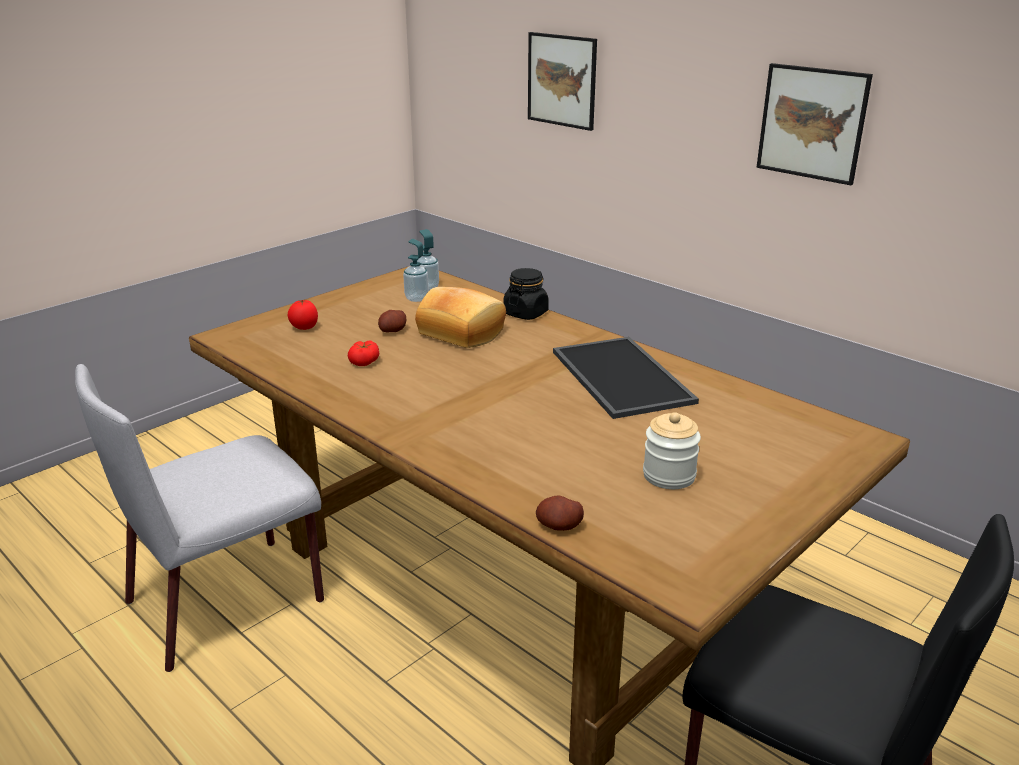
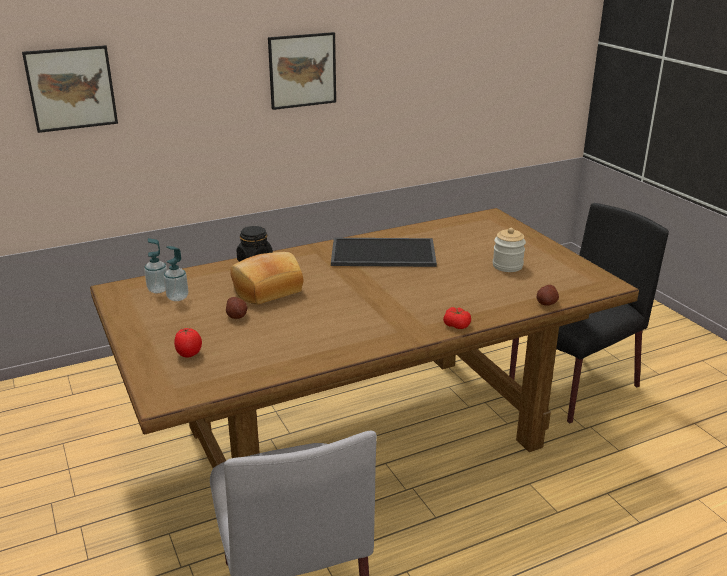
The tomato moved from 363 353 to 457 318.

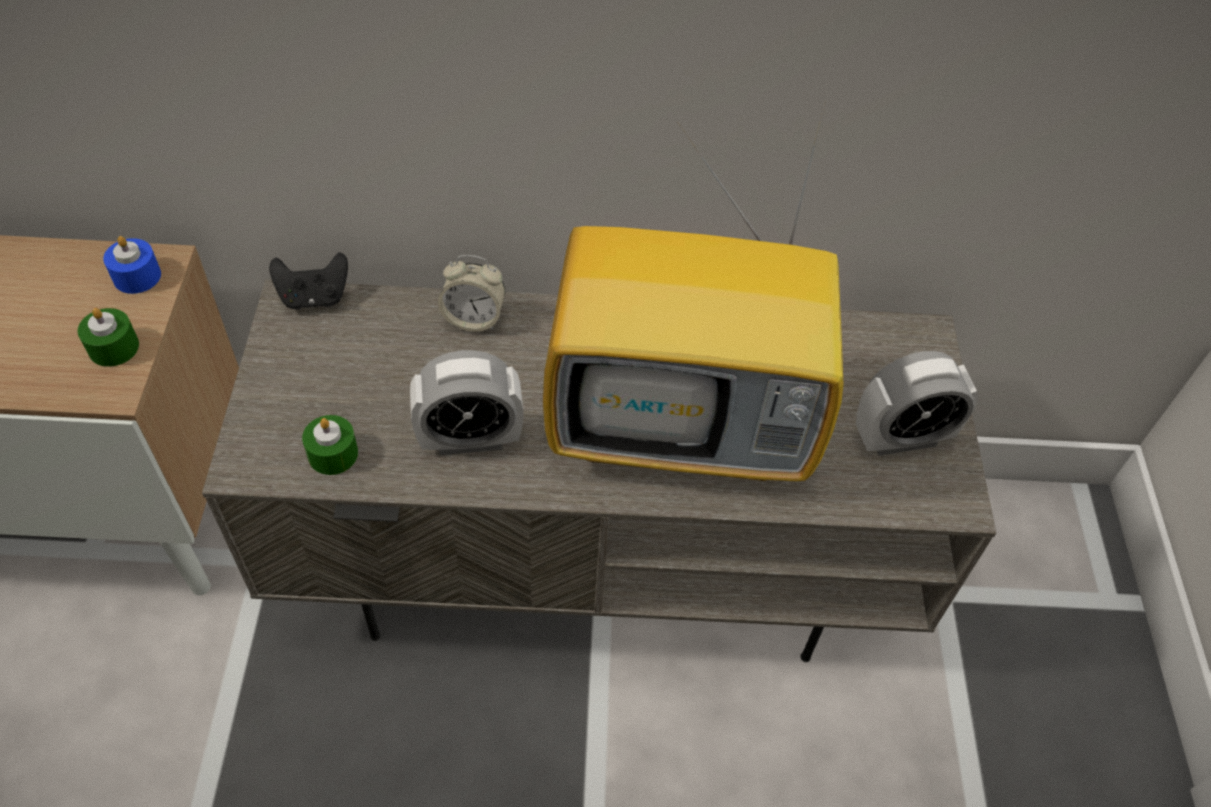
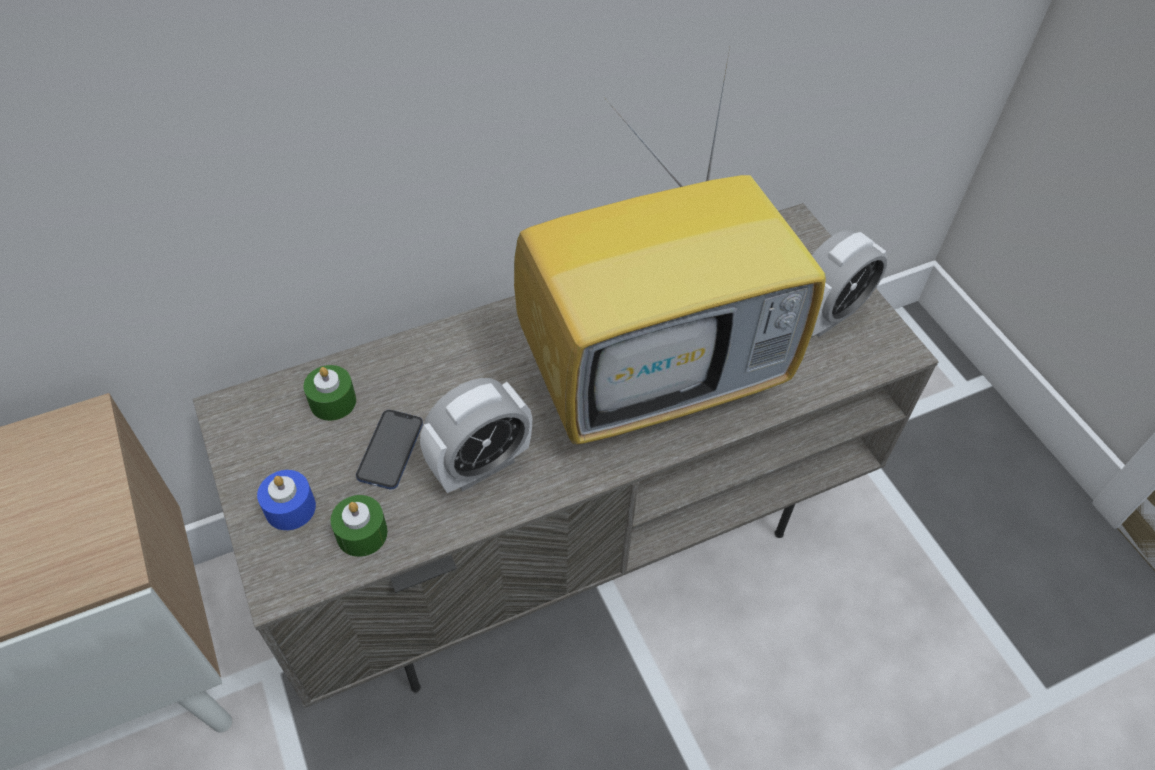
The blue candle moved from 132 265 to 286 500.
The green candle moved from 108 337 to 329 393.
The phone at 389 450 appeared.
The black game controller at 308 281 disappeared.
The alarm clock at 471 293 disappeared.

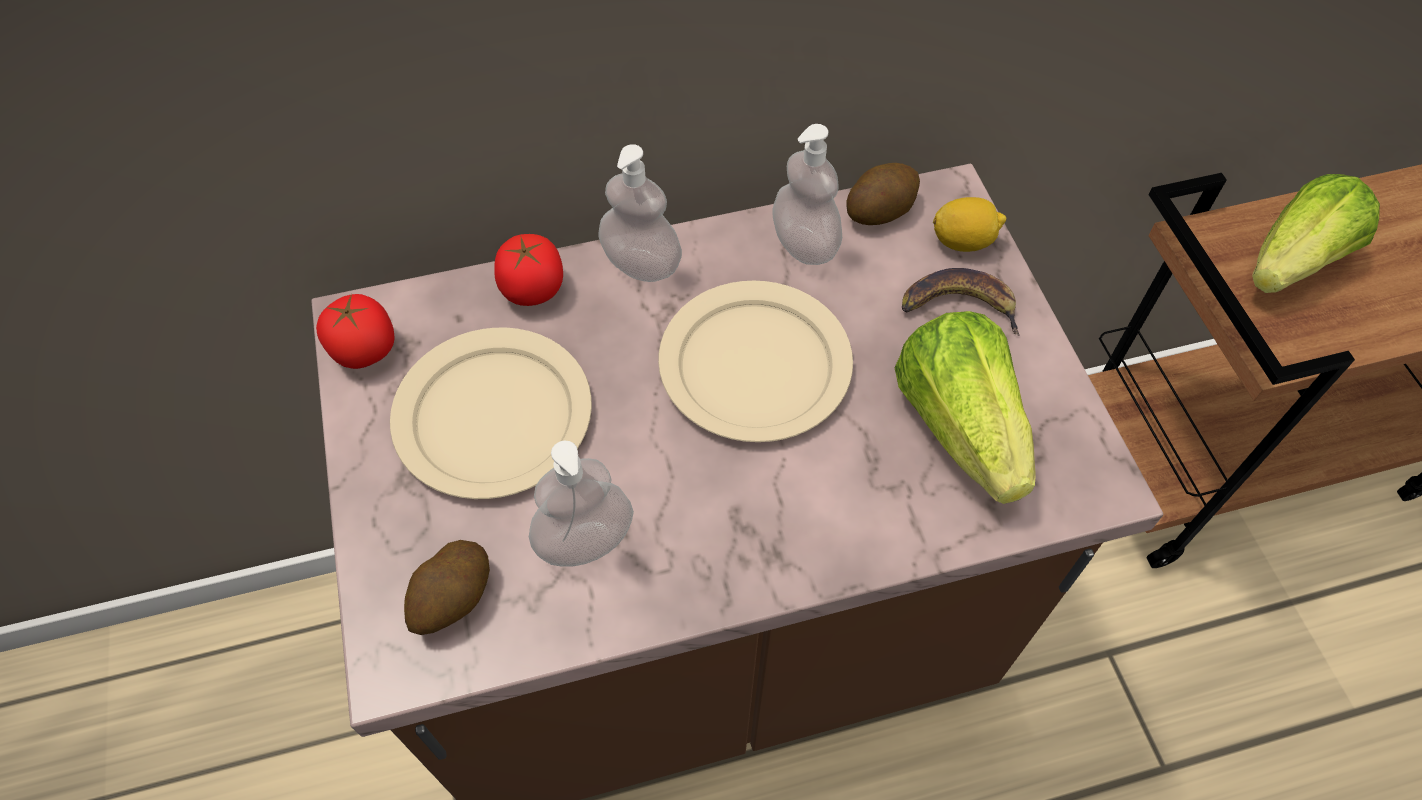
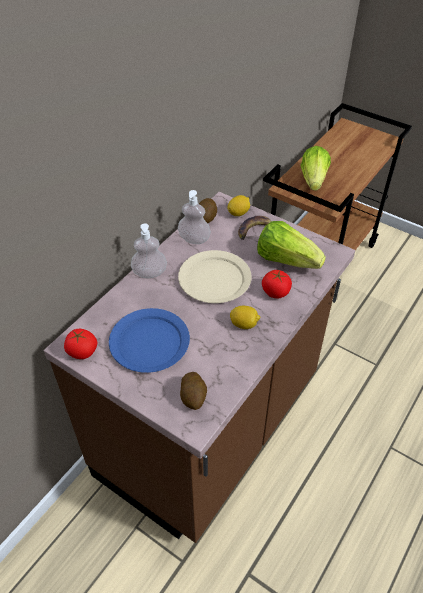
The beige plate at 491 413 became the blue plate at 149 340.
The lemon at 245 317 appeared.
The tomato moved from 528 270 to 277 284.
The soap dispenser at 581 503 disappeared.

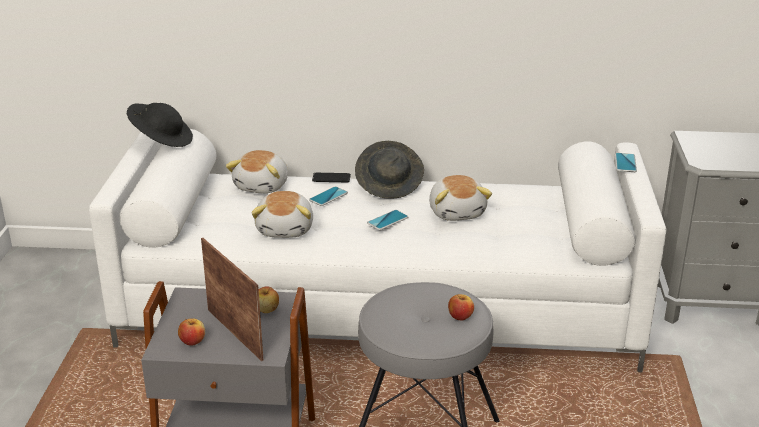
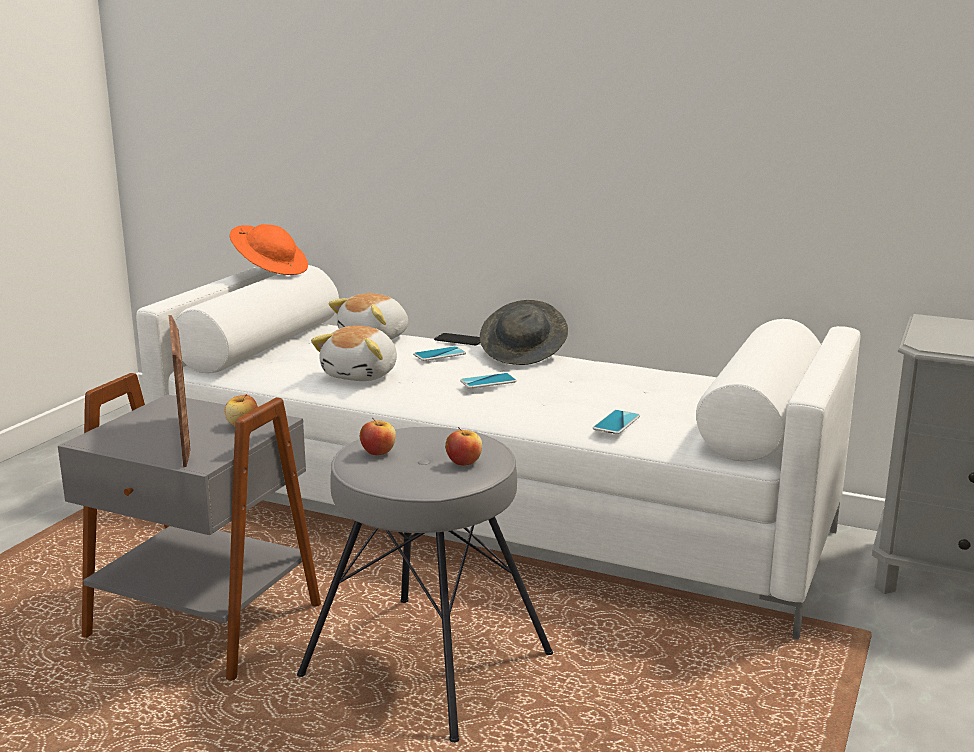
The black hat at 160 125 became the orange hat at 269 249.
The apple moved from 191 332 to 378 436.
The phone moved from 626 162 to 616 422.
The plush toy at 460 198 disappeared.

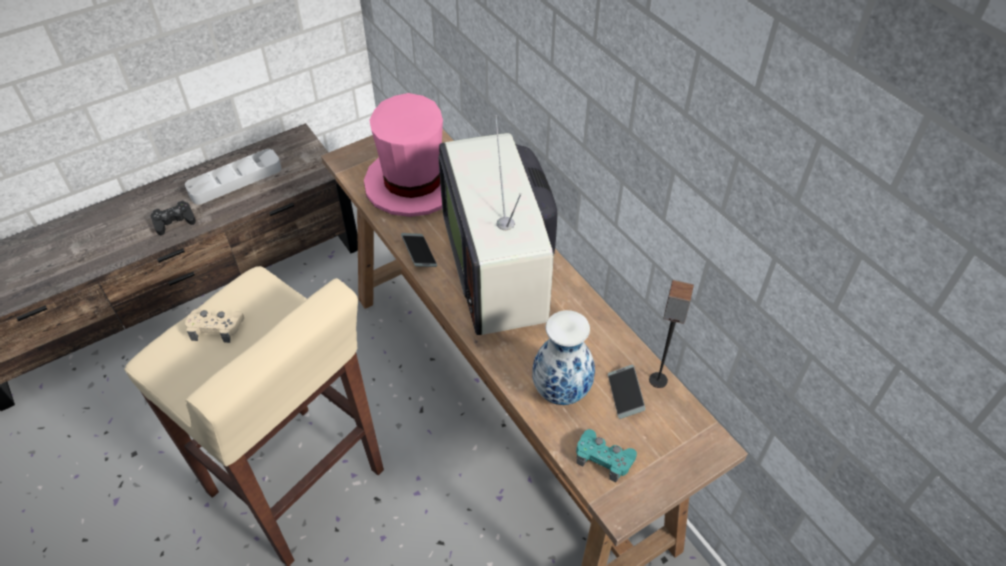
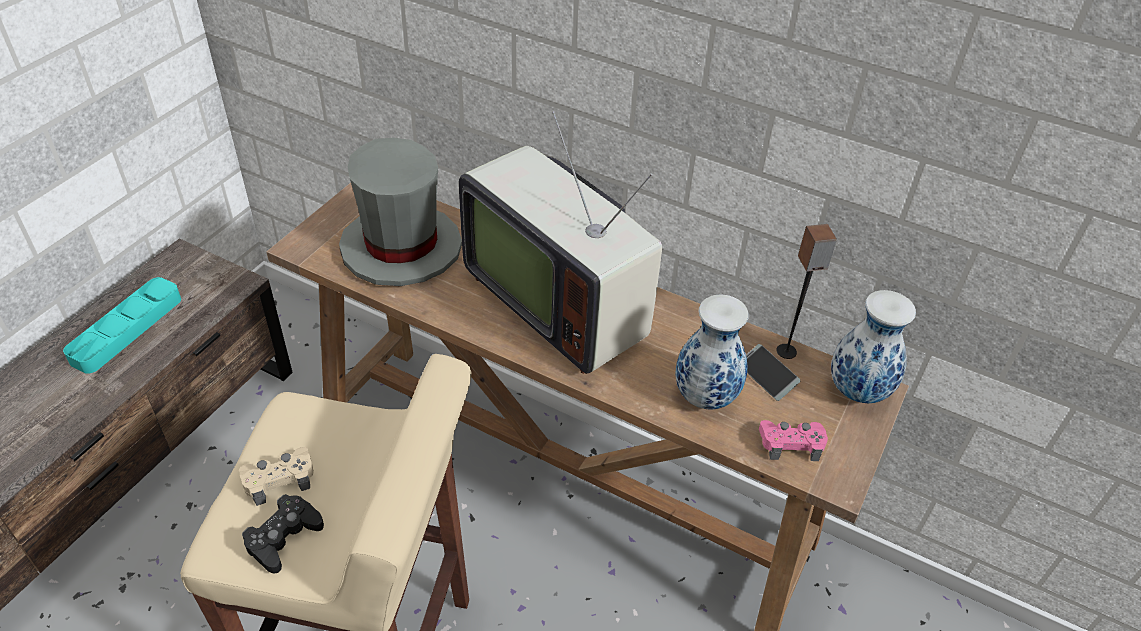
The grey tray at 233 177 became the turquoise tray at 122 325.
The black game controller moved from 173 217 to 283 533.
The pink hat at 403 155 became the grey hat at 400 212.
The turquoise game controller at 606 455 became the pink game controller at 793 440.
The vase at 873 346 appeared.
The phone at 419 250 disappeared.

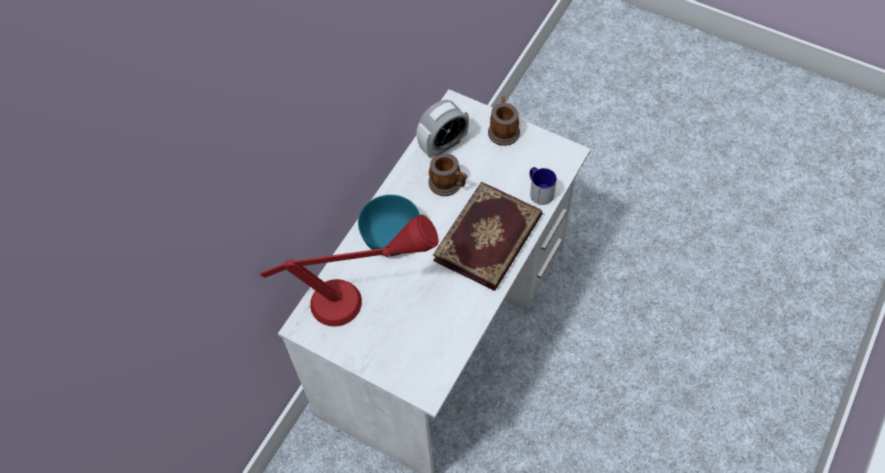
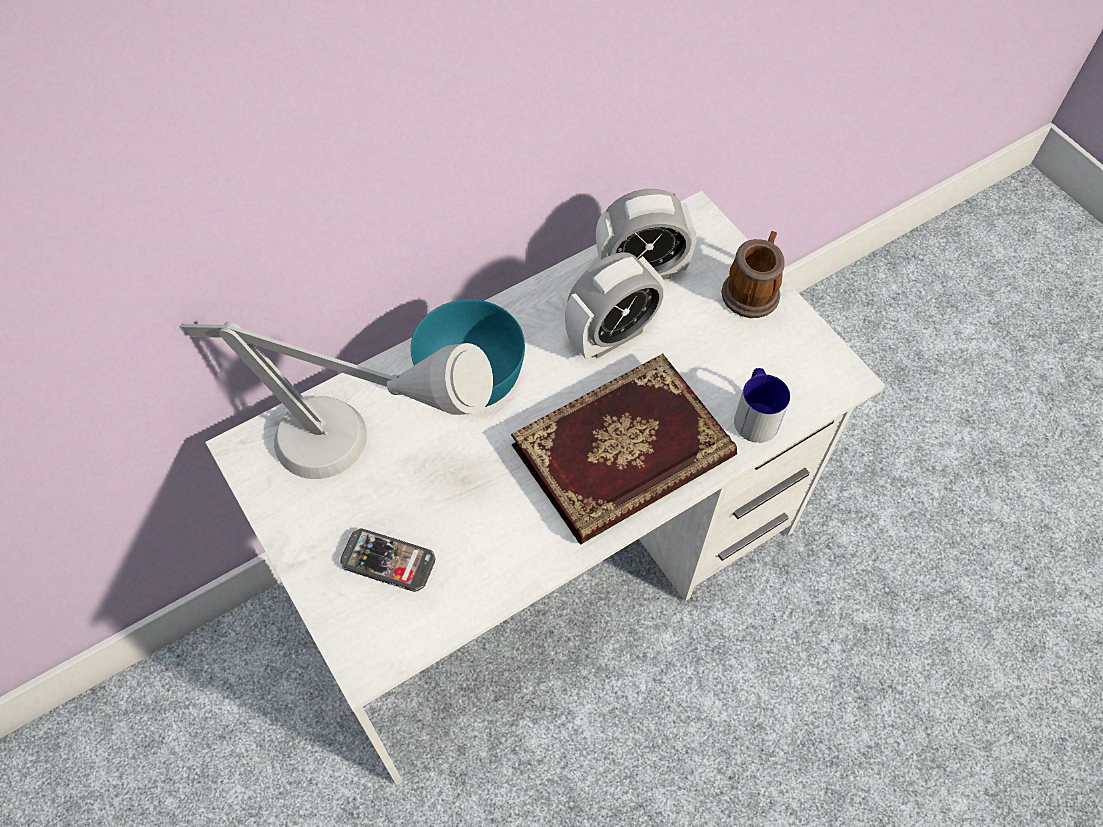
The red table lamp at 349 270 became the grey table lamp at 337 400.
The phone at 387 560 appeared.
The mug at 447 174 was replaced by the alarm clock at 615 305.

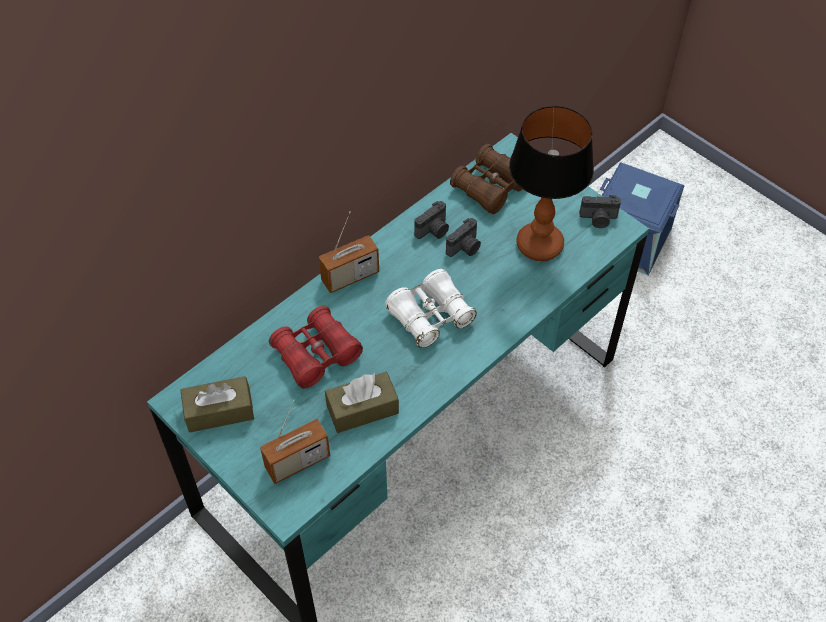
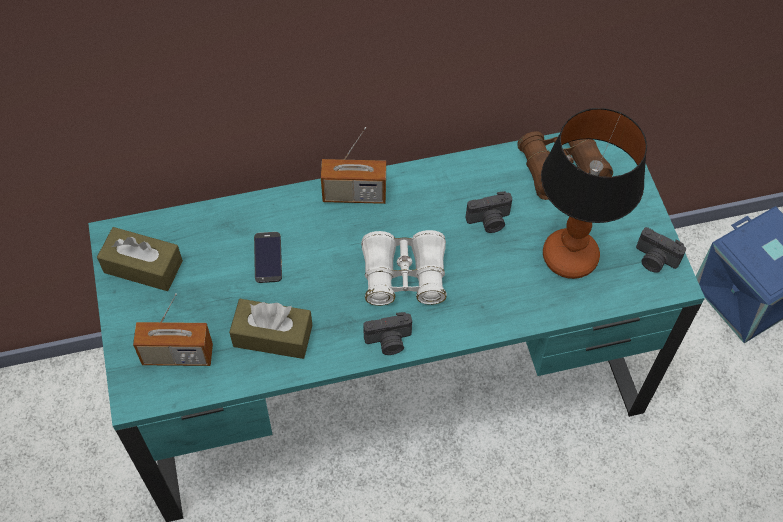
The red binoculars at 316 347 was replaced by the phone at 268 257.
The photo camera moved from 431 220 to 387 333.

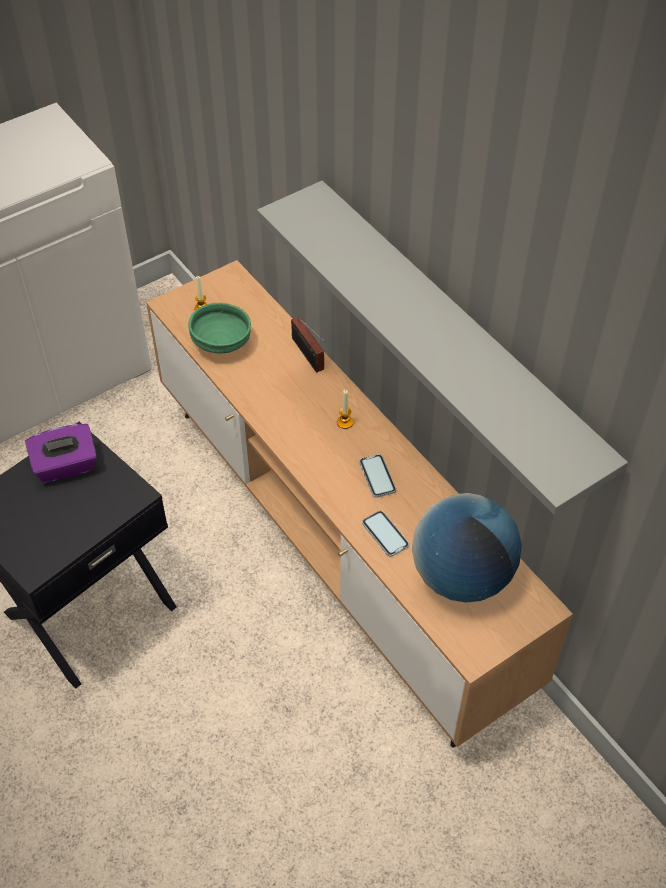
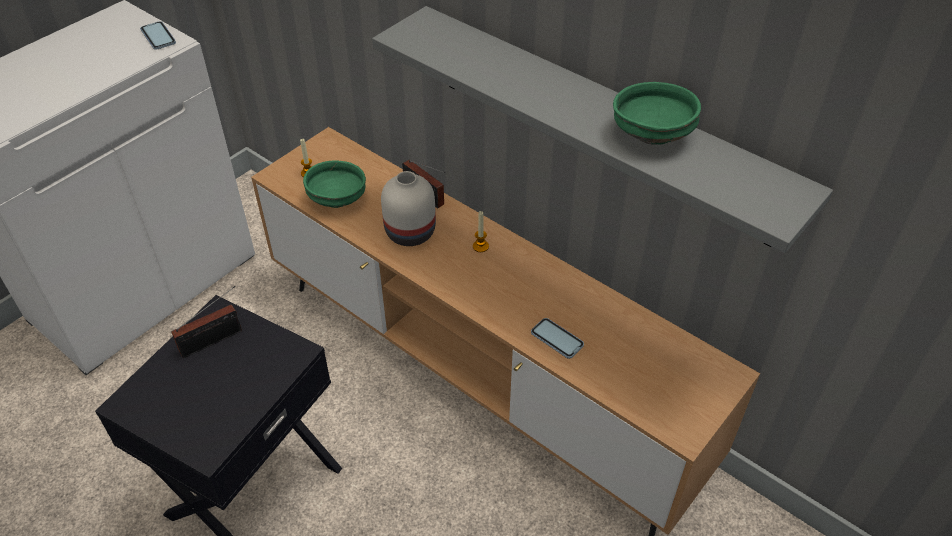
The phone moved from 377 476 to 158 35.
The purple tissue box at 61 453 was replaced by the radio at 206 322.
The white vase at 408 208 appeared.
The green bowl at 657 113 appeared.
The globe at 467 548 disappeared.

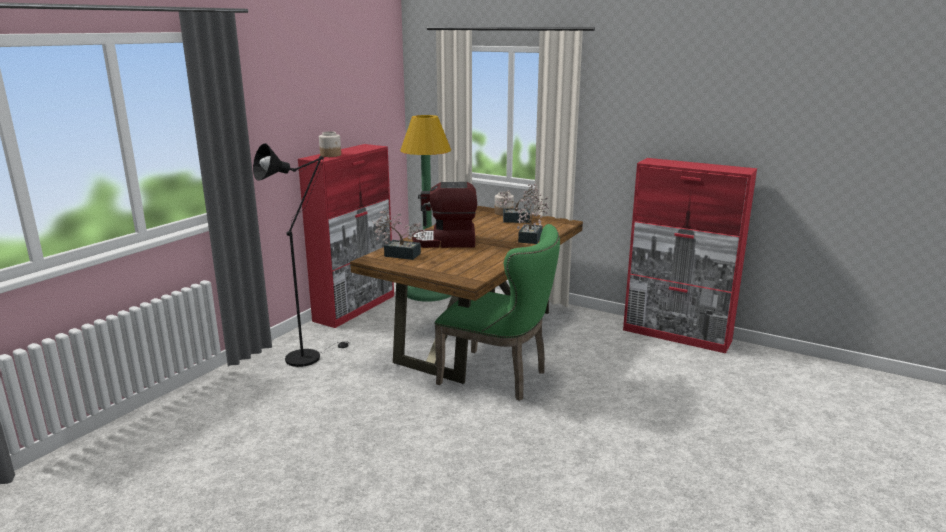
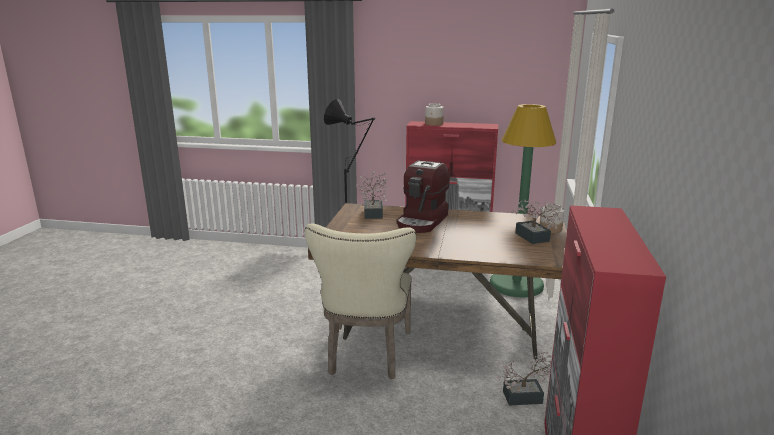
The green chair at 497 312 became the beige chair at 360 301.
The coffee machine at 444 215 turned 135 degrees counterclockwise.
The potted plant moved from 532 219 to 524 378.

